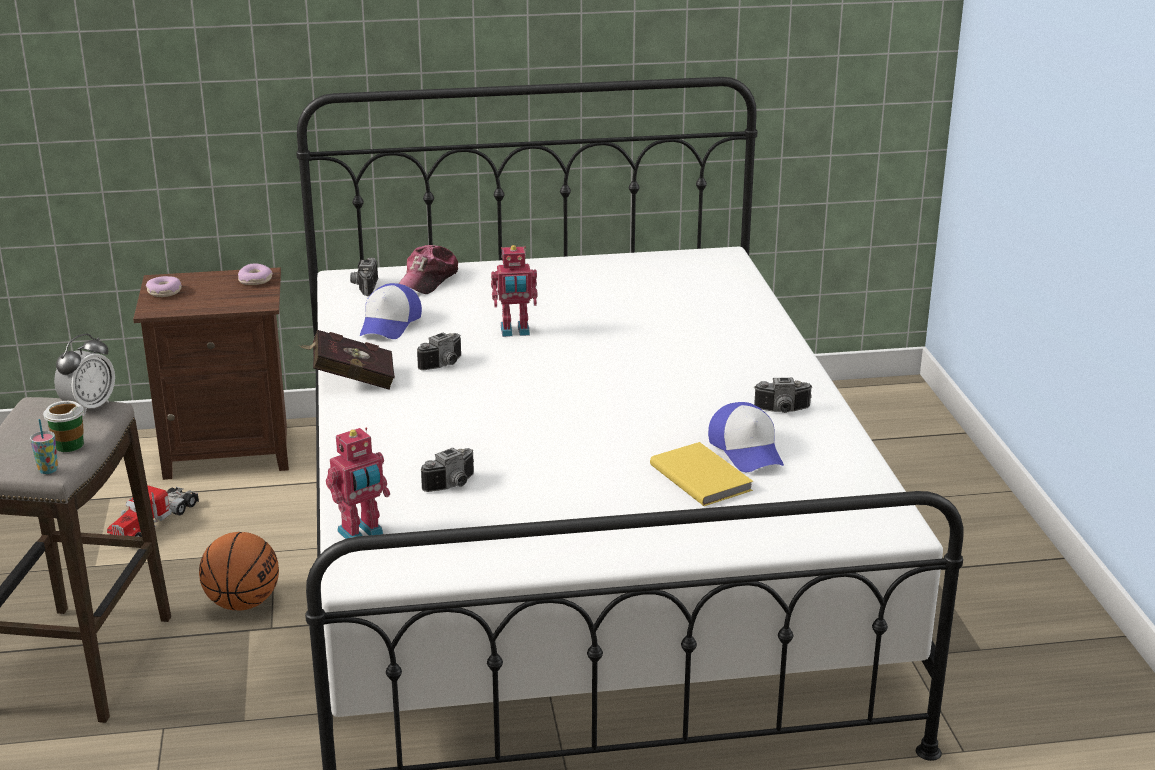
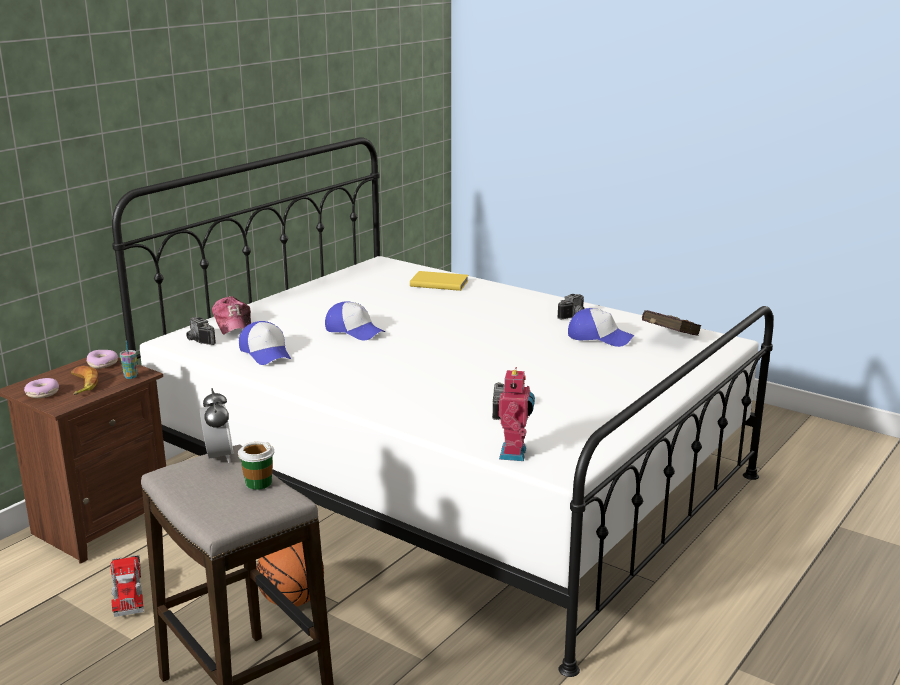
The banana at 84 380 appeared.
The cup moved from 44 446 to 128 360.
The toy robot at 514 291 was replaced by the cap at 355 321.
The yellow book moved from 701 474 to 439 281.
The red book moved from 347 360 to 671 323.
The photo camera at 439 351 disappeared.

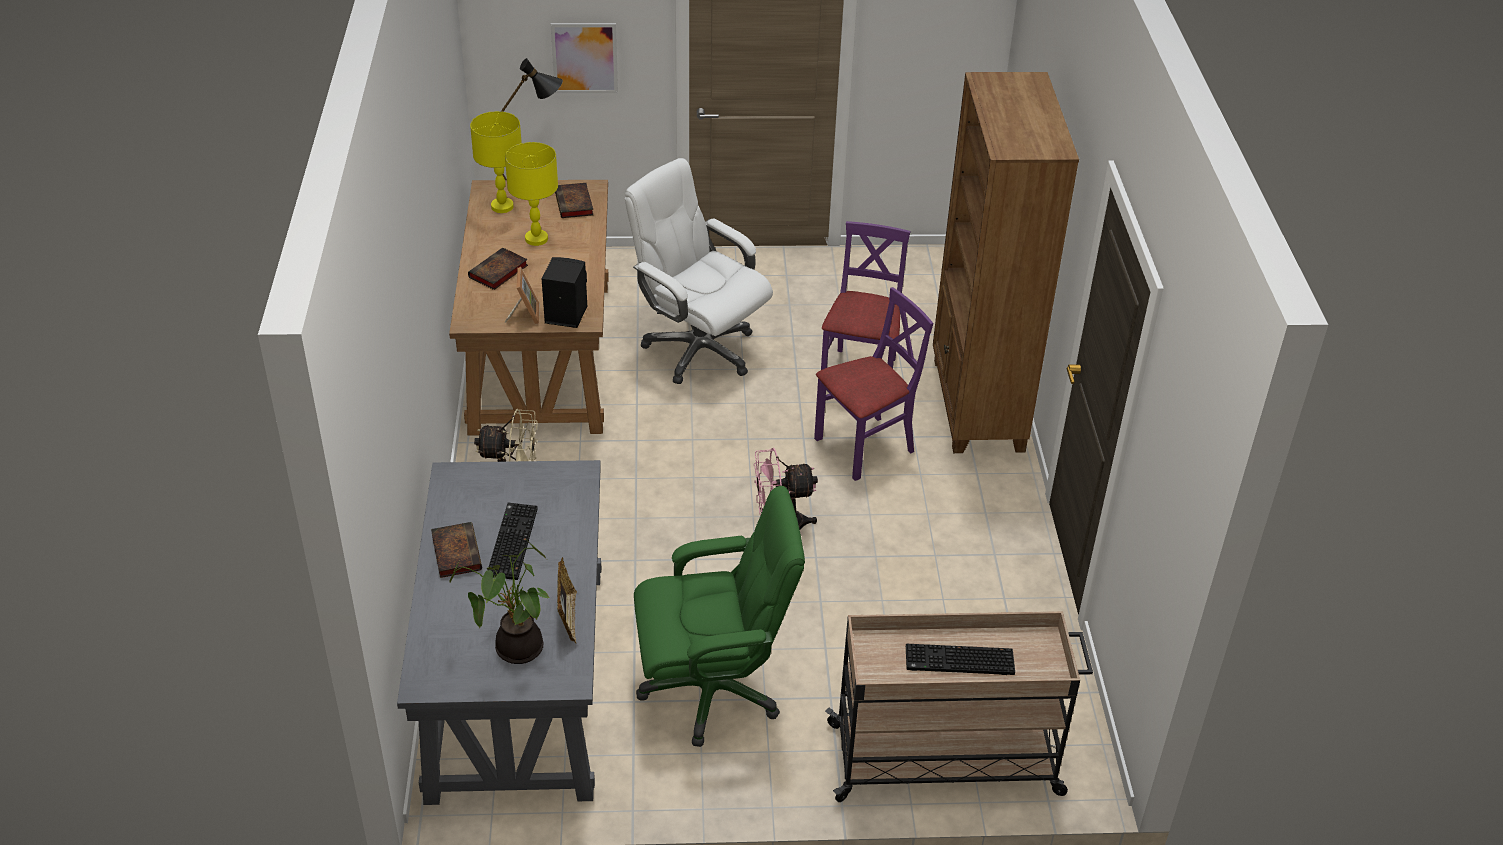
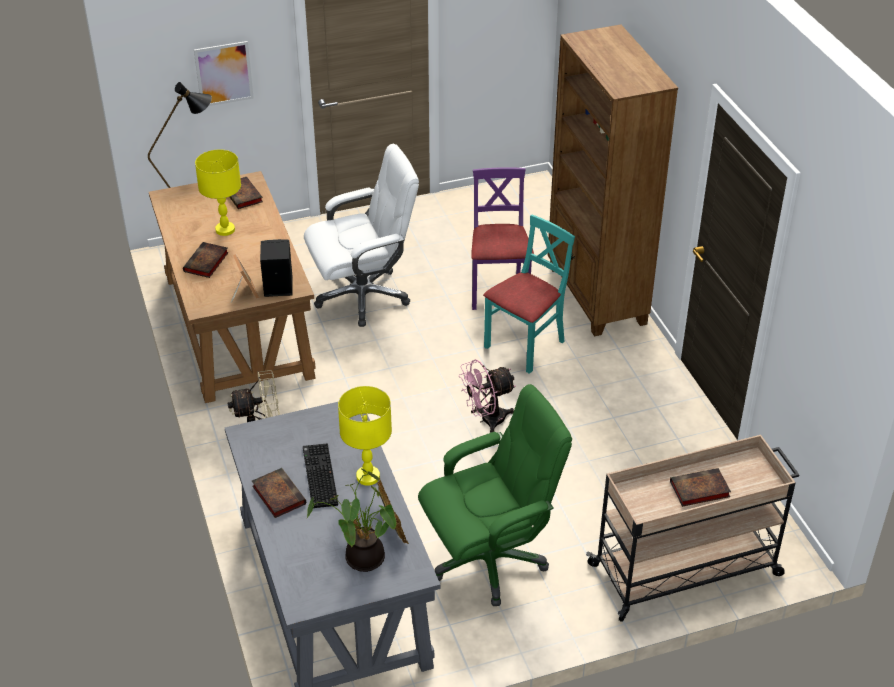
The white office chair at 699 271 turned 135 degrees clockwise.
The yellow table lamp moved from 496 162 to 365 436.
The purple chair at 873 384 became the turquoise chair at 529 294.
The keyboard at 960 659 was replaced by the book at 700 487.

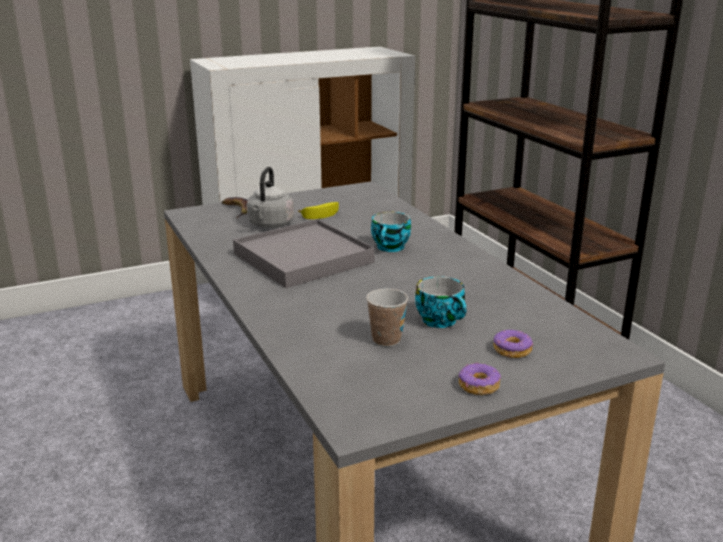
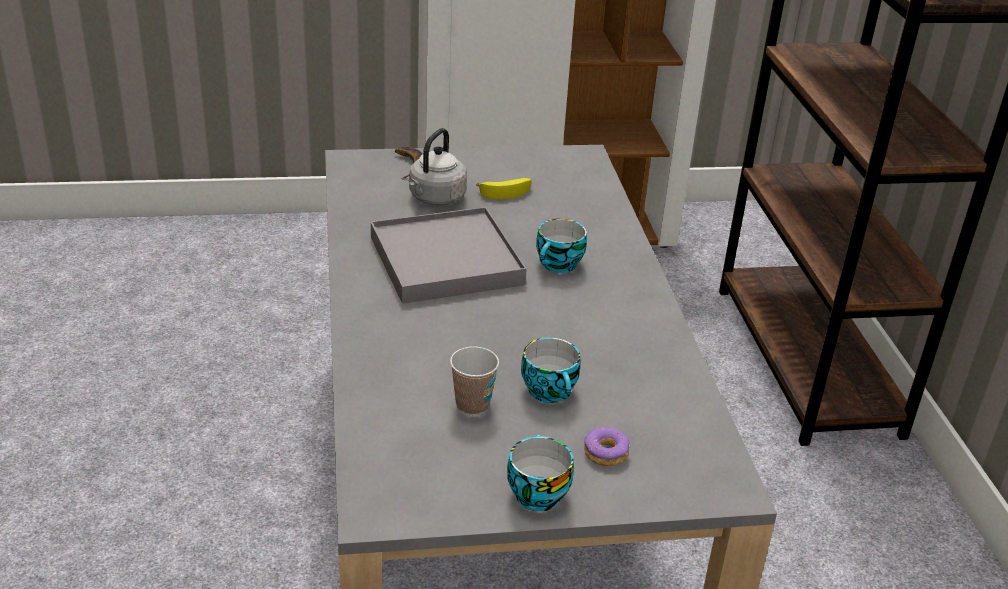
The donut at 480 379 was replaced by the cup at 540 473.

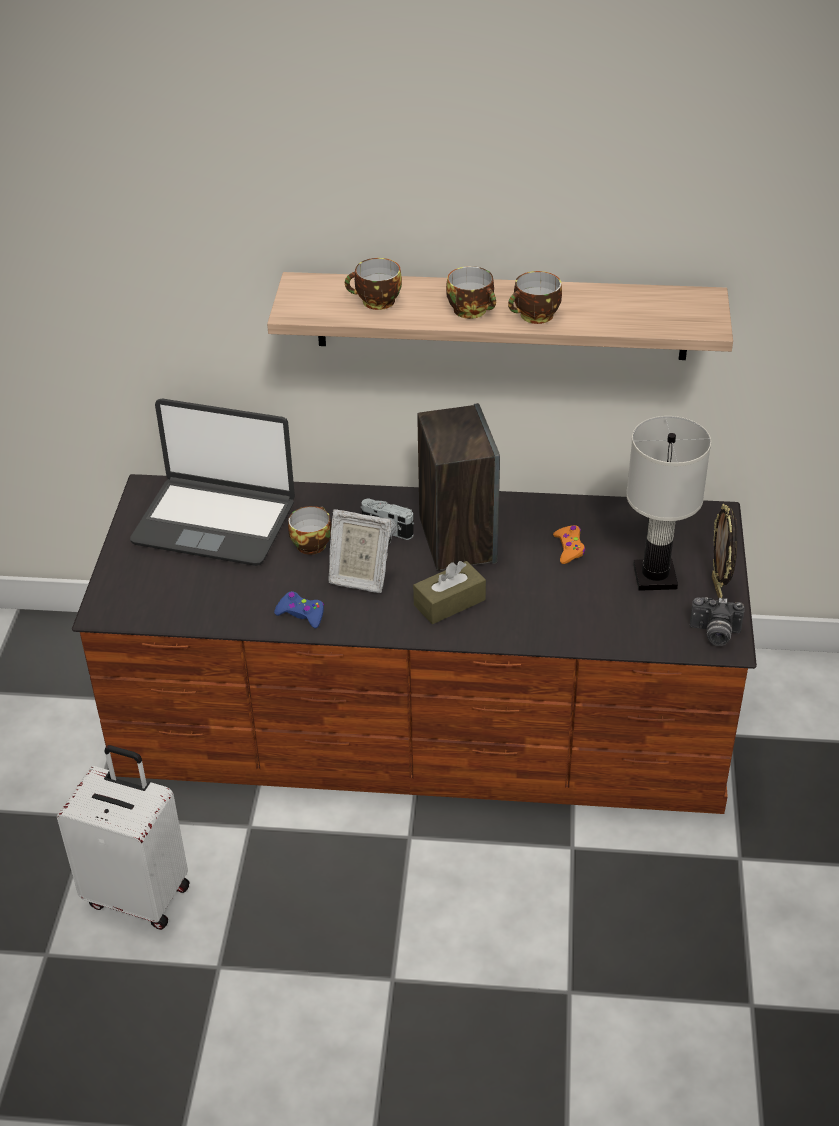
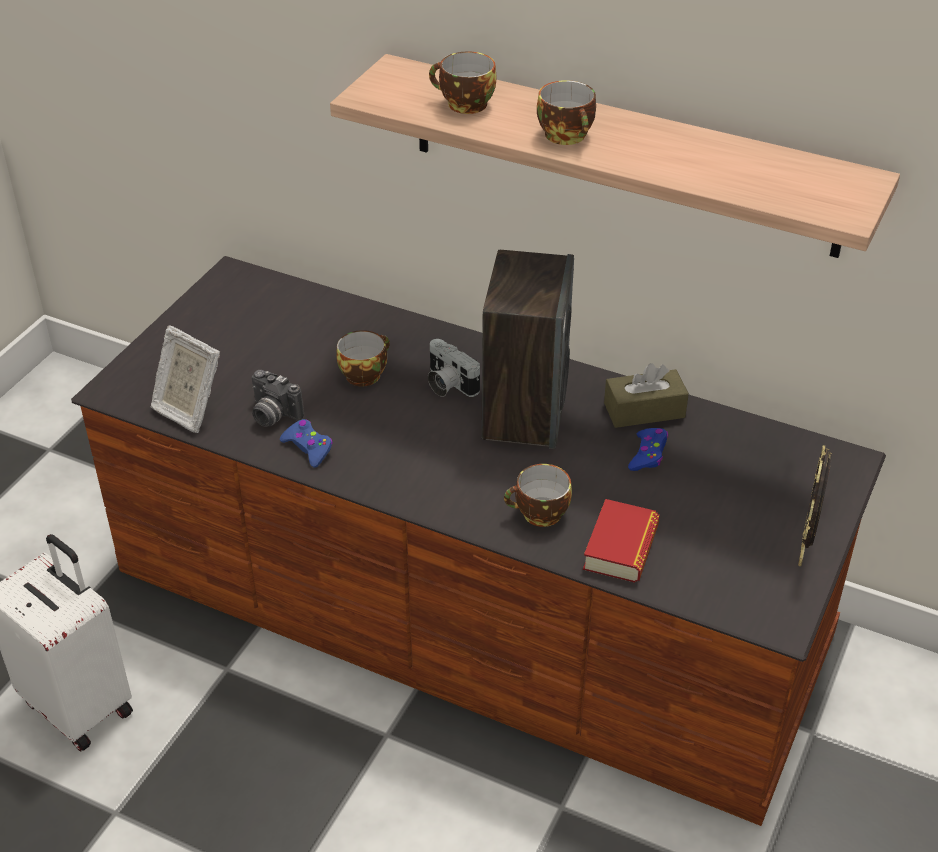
The picture frame moved from 360 551 to 185 379.
The photo camera moved from 717 621 to 278 398.
The cup moved from 535 297 to 538 495.
The book at 621 541 appeared.
The brown tissue box moved from 449 592 to 646 395.
The orange game controller at 569 544 became the blue game controller at 648 449.
The laptop at 212 482 disappeared.
The white table lamp at 668 503 disappeared.

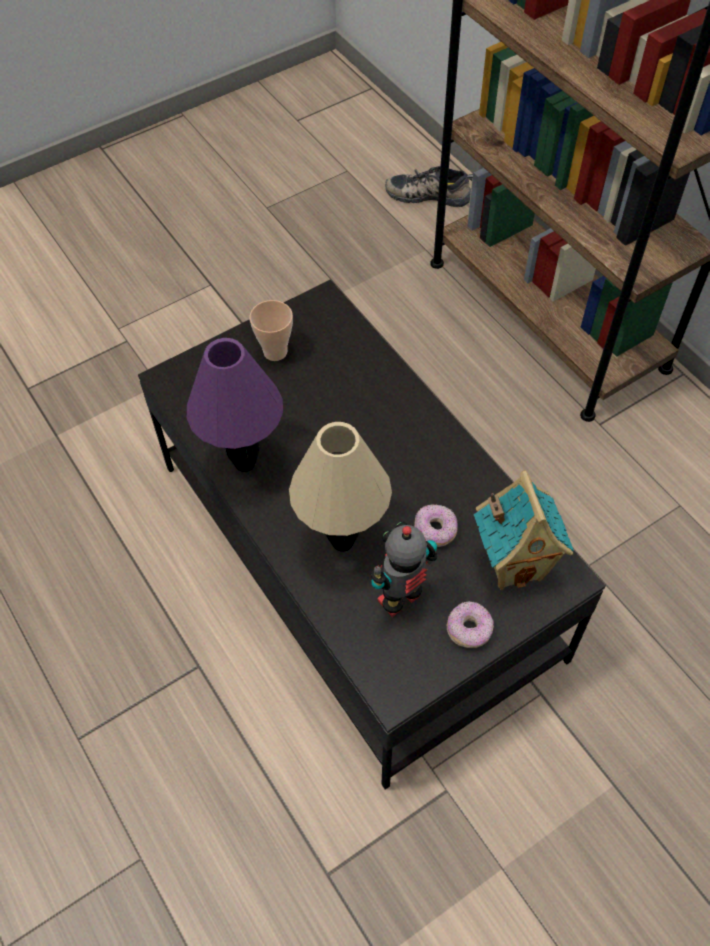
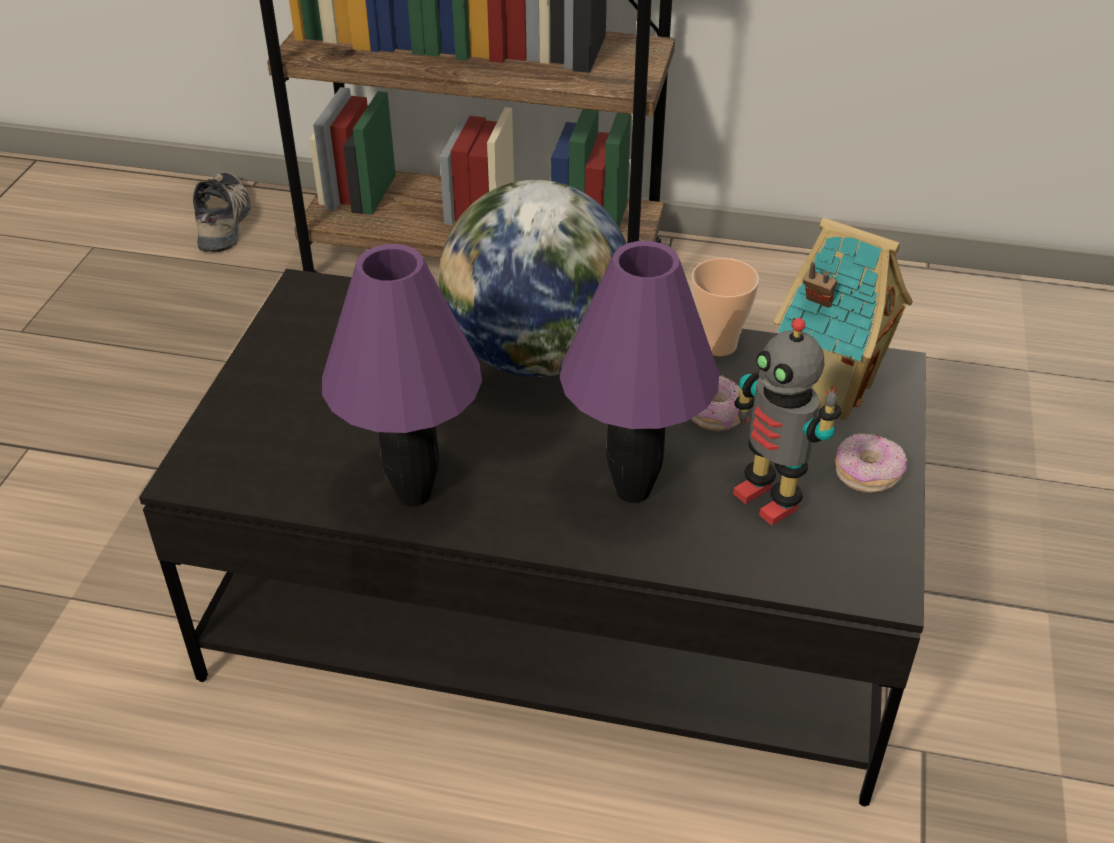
The shoe at 429 186 turned 120 degrees clockwise.
The globe at 533 278 appeared.
The beige table lamp at 340 487 became the purple table lamp at 639 372.
The cup moved from 271 330 to 725 307.
The toy robot at 404 569 turned 45 degrees counterclockwise.

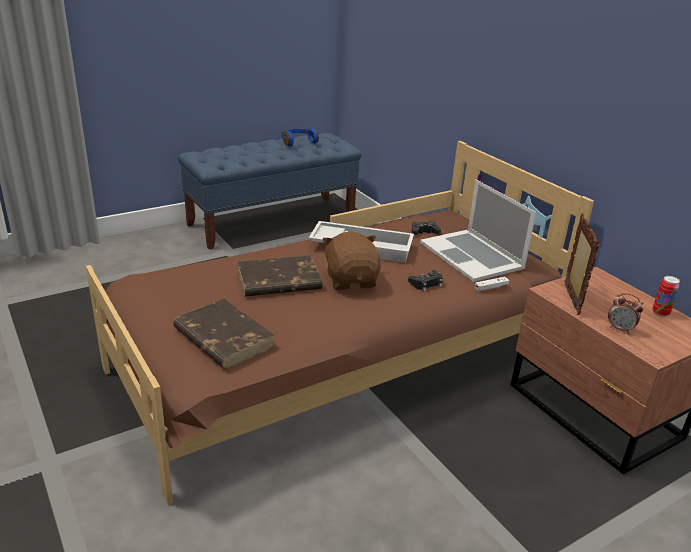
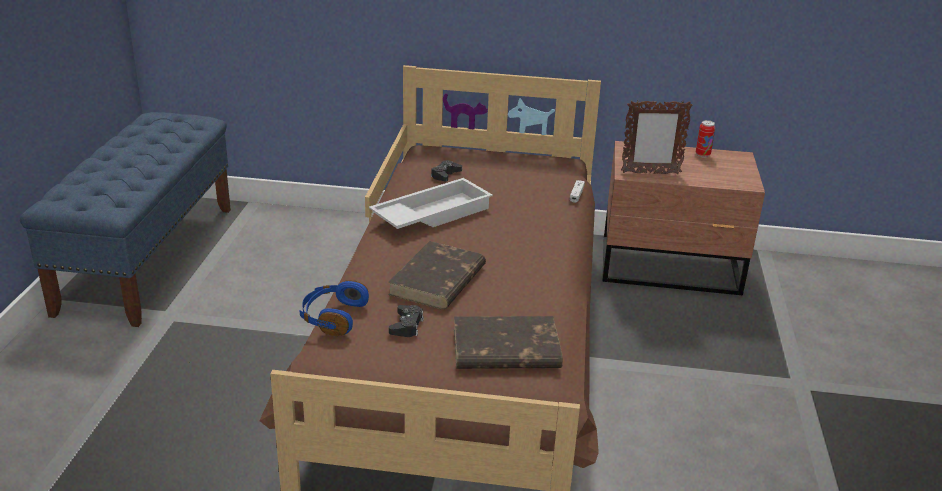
The blue headphones moved from 300 137 to 334 308.
The black game controller moved from 425 280 to 406 321.
The picture frame at 582 264 turned 135 degrees clockwise.
The brown plush toy at 351 261 disappeared.
The laptop at 478 231 disappeared.
The alarm clock at 626 313 disappeared.

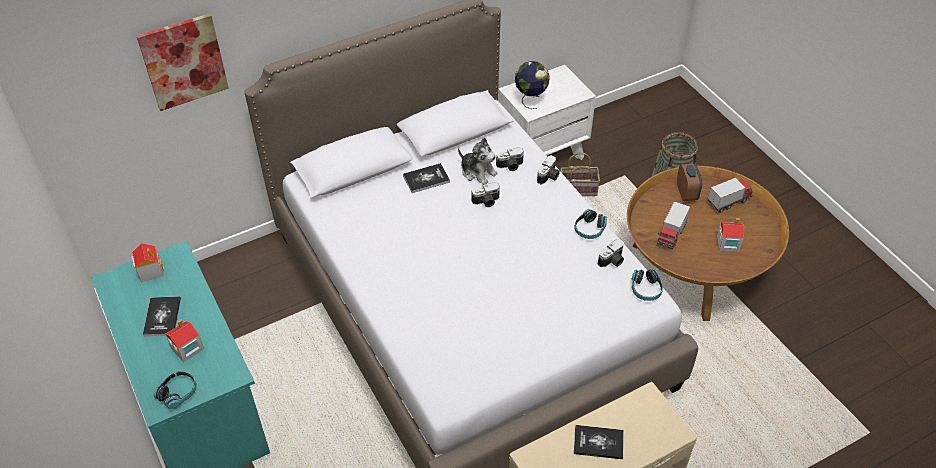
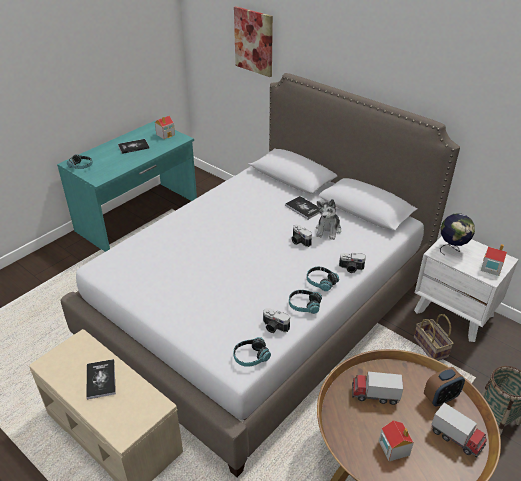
The headphones at 323 279 appeared.
The toy house moved from 184 340 to 494 260.
The photo camera at 510 159 disappeared.

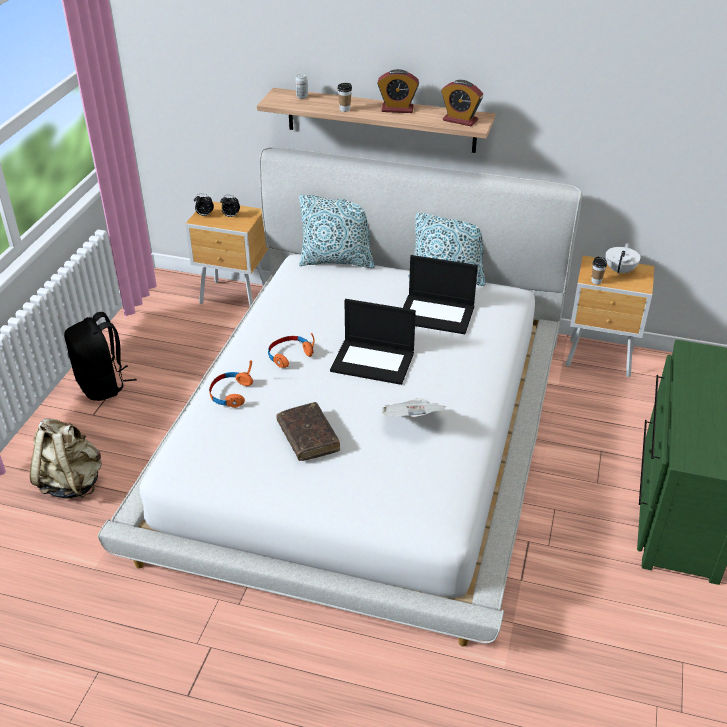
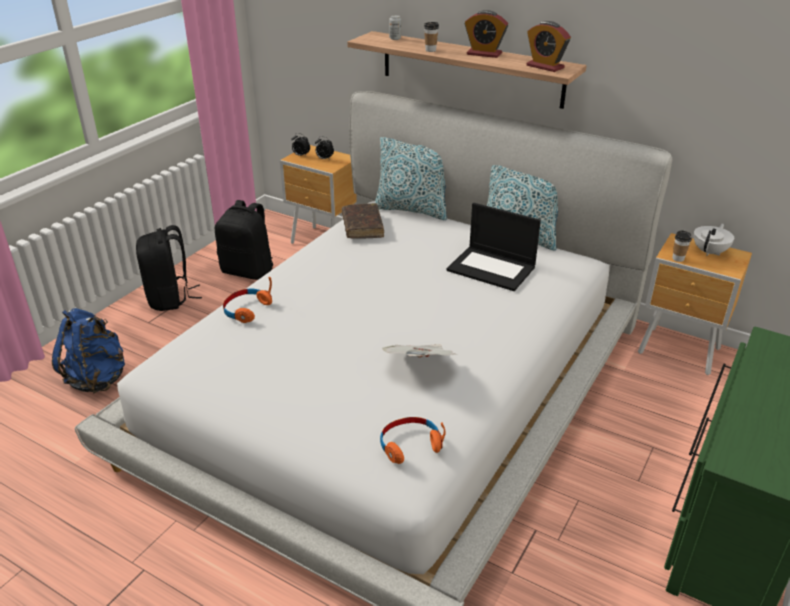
The beige backpack at 66 458 became the blue backpack at 88 351.
The black backpack at 244 240 appeared.
The brown book moved from 308 431 to 363 220.
The orange headphones moved from 291 350 to 413 440.
The laptop at 373 342 disappeared.

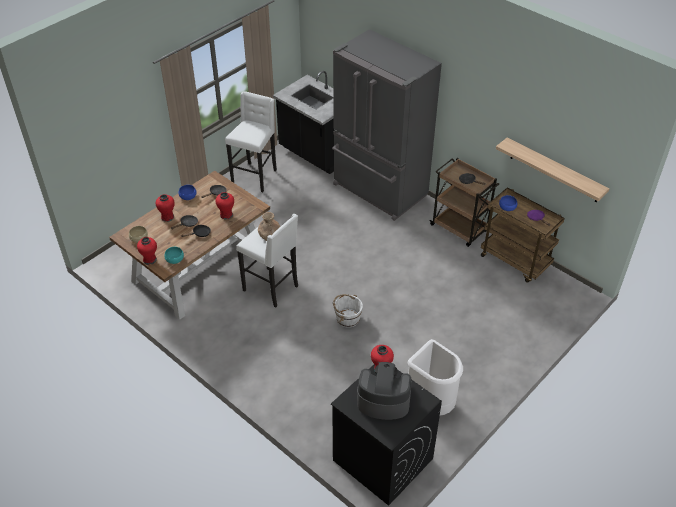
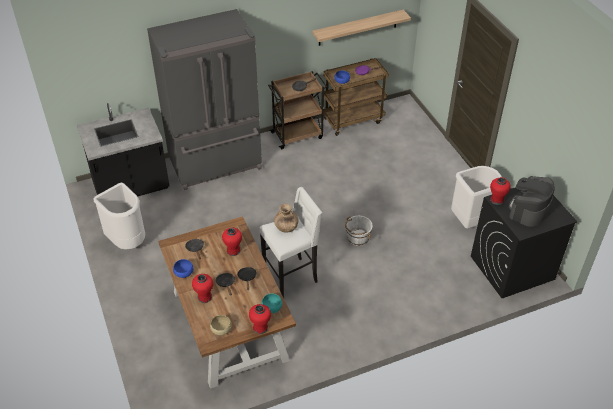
The white stool at 251 141 was replaced by the white trash can at 119 216.

